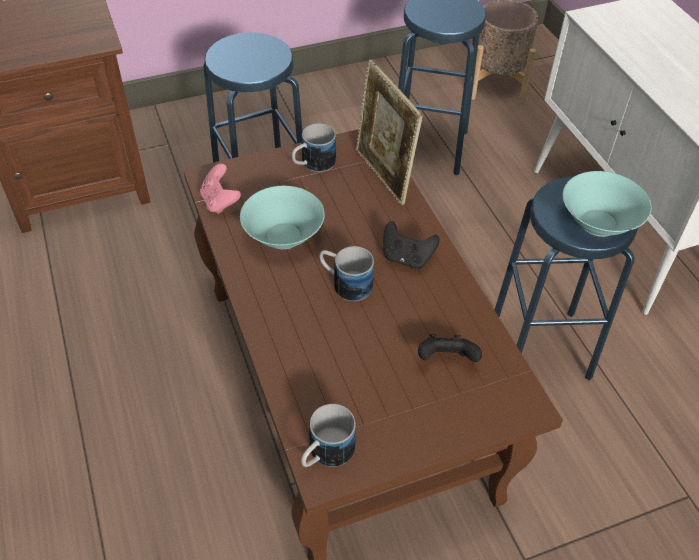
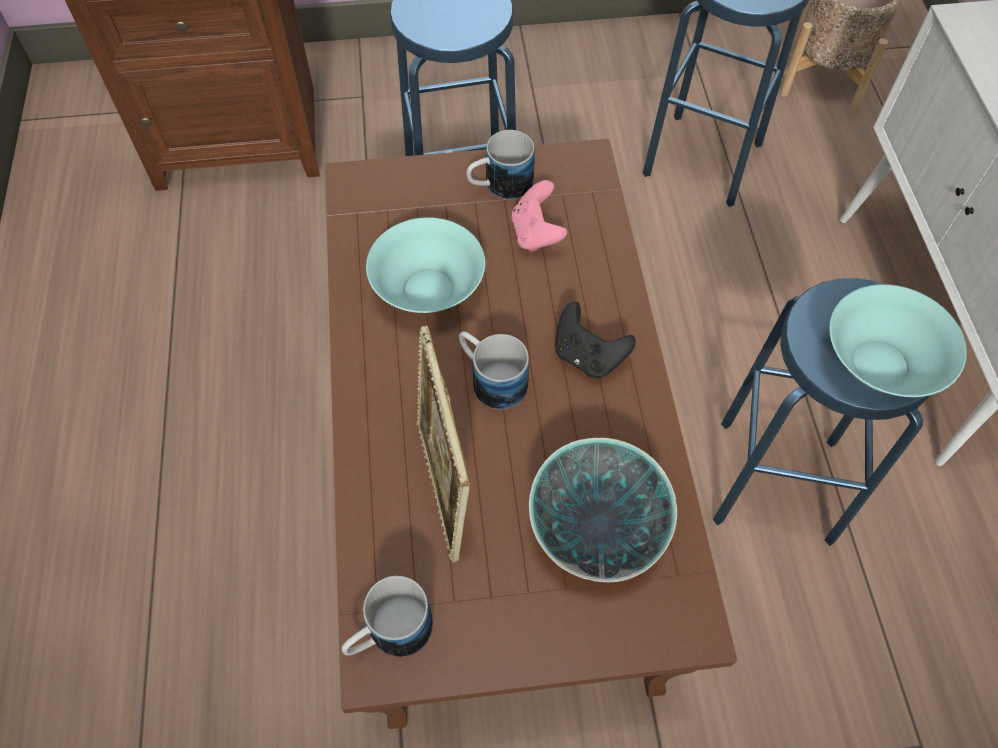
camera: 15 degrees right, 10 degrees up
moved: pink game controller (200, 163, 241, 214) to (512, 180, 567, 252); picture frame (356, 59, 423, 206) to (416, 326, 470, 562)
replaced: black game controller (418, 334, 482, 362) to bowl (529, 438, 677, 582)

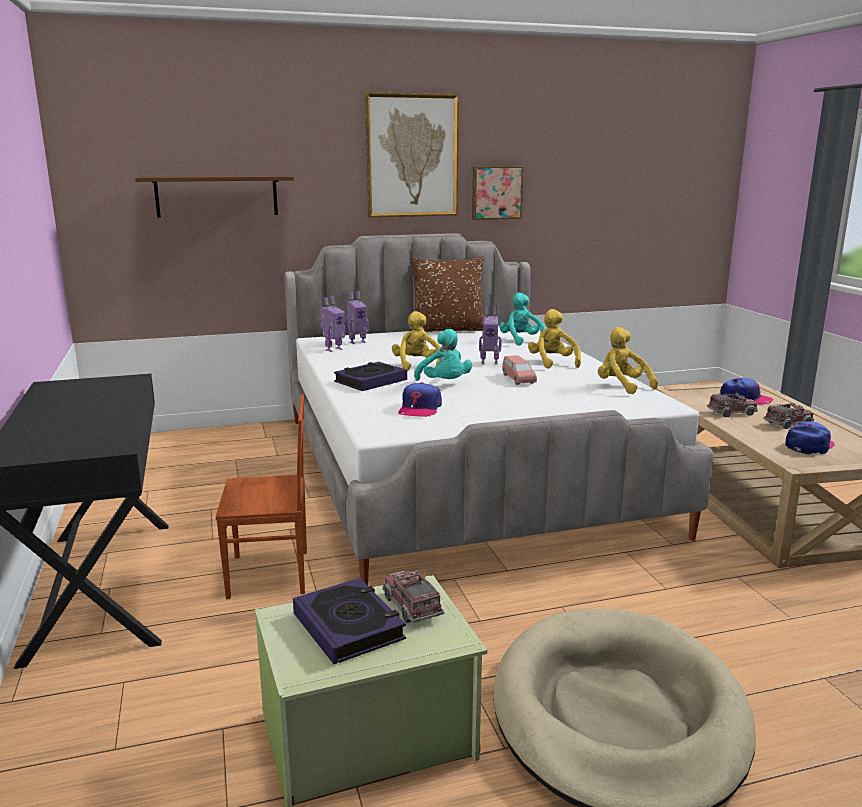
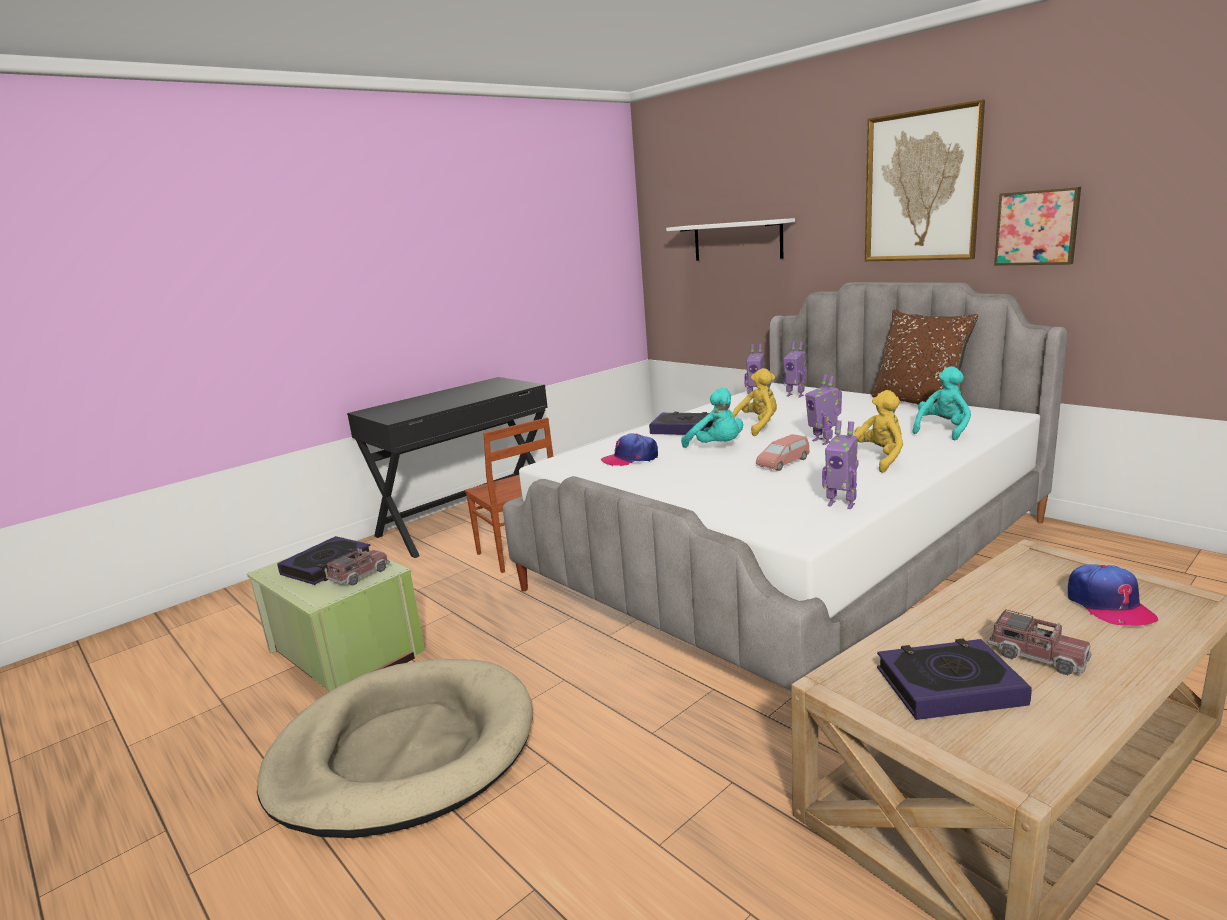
camera: 65 degrees right, 0 degrees up
removed: toy truck (707, 393, 758, 417)
replaced: yellow plush toy (598, 327, 658, 394) to toy robot (822, 420, 859, 509); cap (785, 421, 835, 454) to book (877, 638, 1032, 720)
recoloured: brown shelf (135, 176, 294, 217) to white shelf (666, 218, 795, 261)
turned: turquoise plush toy (414, 329, 472, 381) = (681, 388, 743, 448) 75 degrees counterclockwise

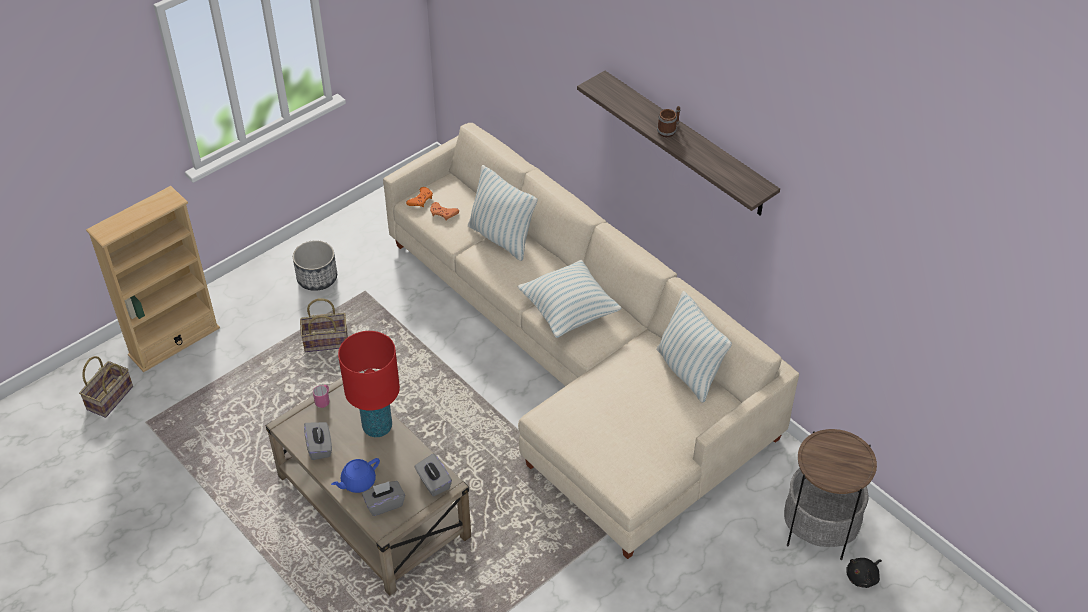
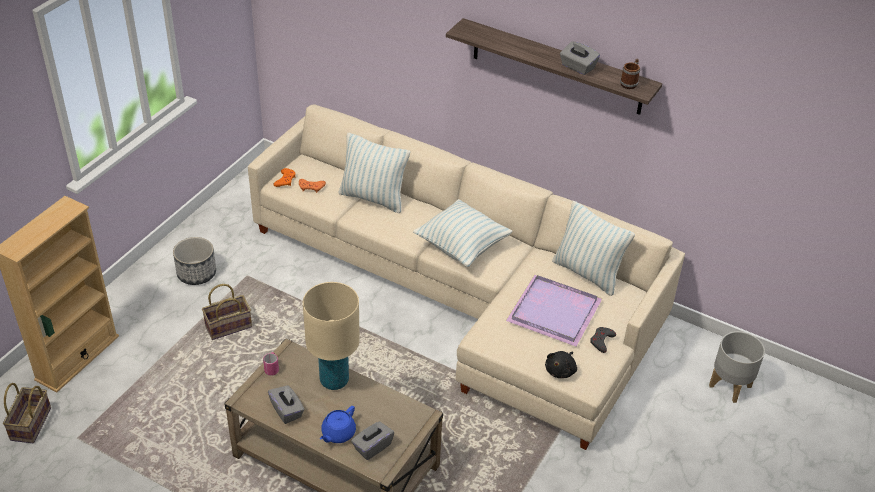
camera: 20 degrees left, 5 degrees down
added: purple tray (506, 275, 603, 346); grey game controller (590, 327, 616, 353)
moved: grey tissue box (414, 453, 452, 496) to (560, 41, 600, 75); mug (657, 106, 680, 137) to (620, 59, 640, 89); black plush toy (846, 558, 882, 588) to (545, 351, 577, 378)
replaced: side table (784, 429, 877, 560) to grey planter (709, 331, 765, 403)
recoloured: red table lamp (338, 331, 400, 437) to beige table lamp (303, 282, 360, 390)

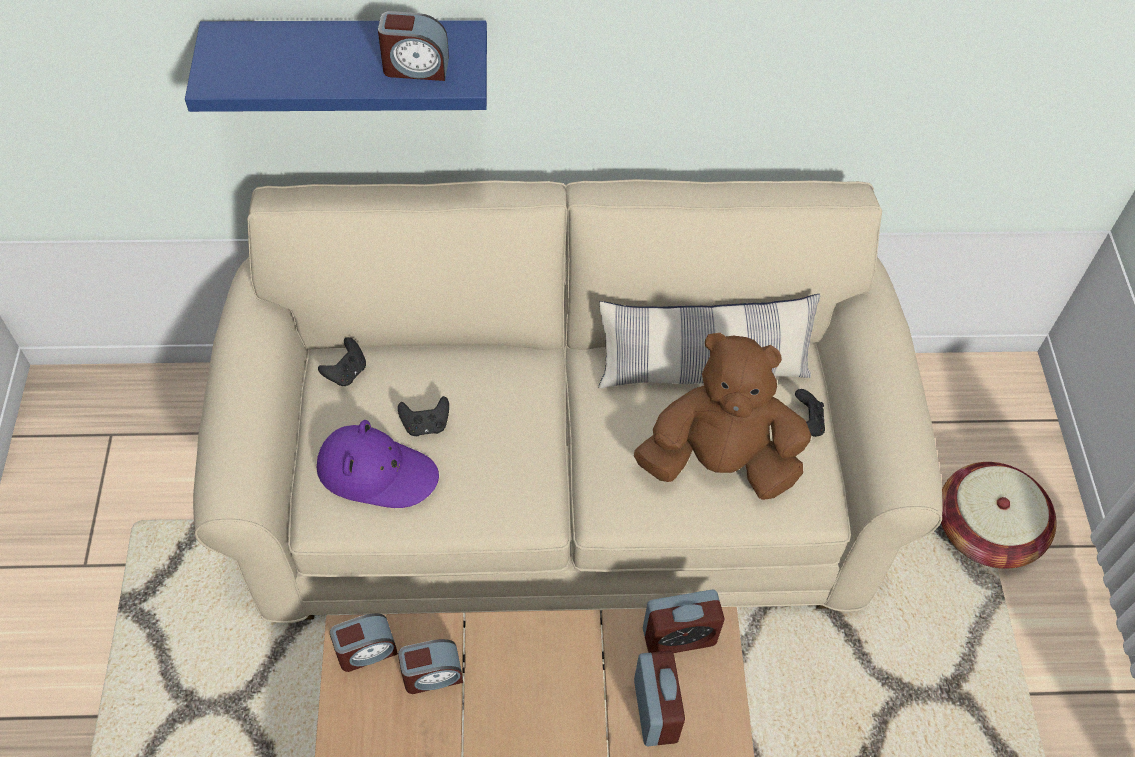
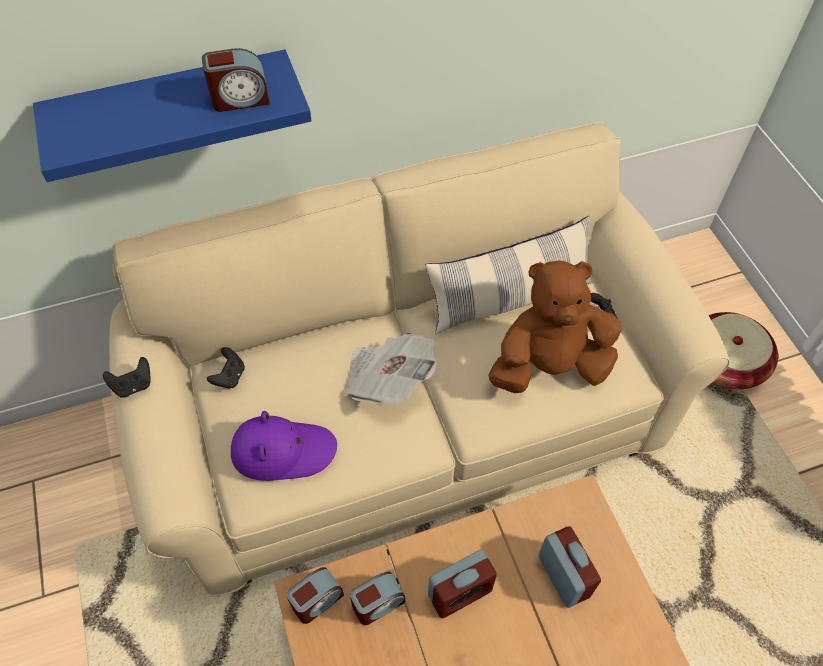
camera: 15 degrees left, 0 degrees up
added: newspaper (344, 333, 437, 407)
moved: black game controller (398, 396, 449, 436) to (103, 357, 151, 398); alarm clock (643, 590, 725, 653) to (428, 550, 497, 618)

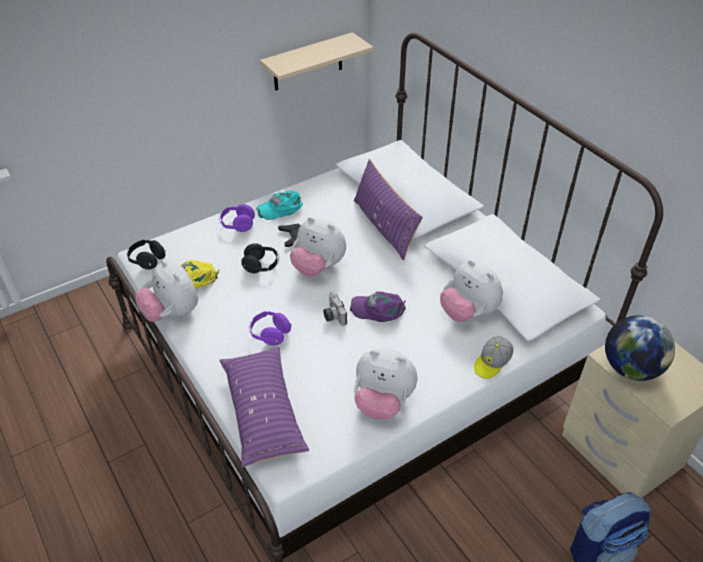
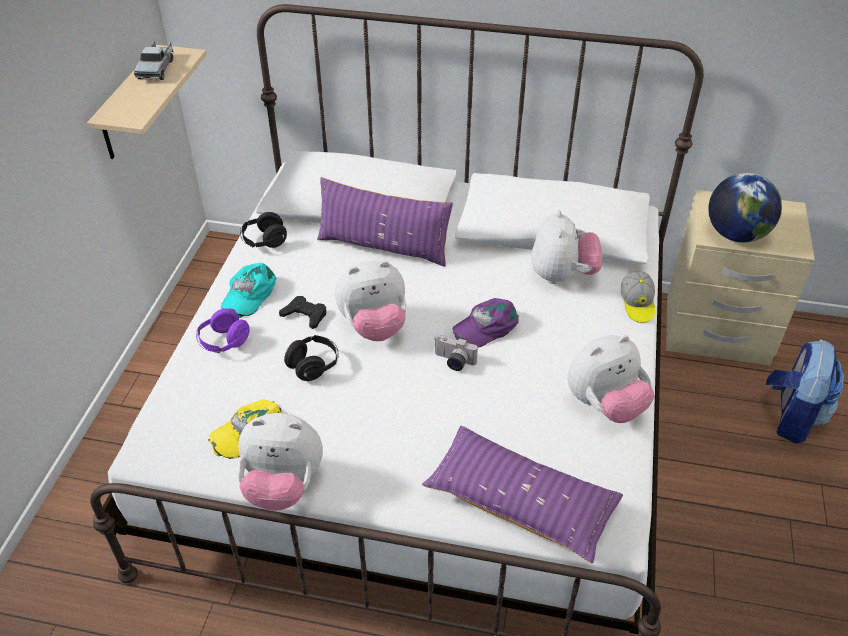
camera: 45 degrees left, 0 degrees up
removed: purple headphones (249, 311, 292, 346)
added: toy truck (134, 41, 174, 80)
moved: black headphones (127, 240, 166, 269) to (240, 212, 287, 248)
turned: plush toy (440, 260, 503, 322) = (531, 210, 602, 284) 90 degrees counterclockwise

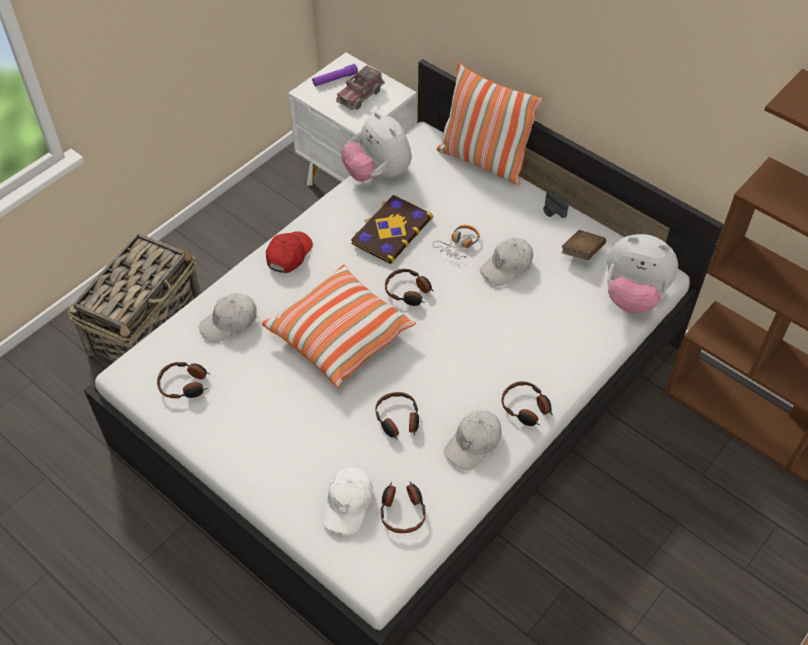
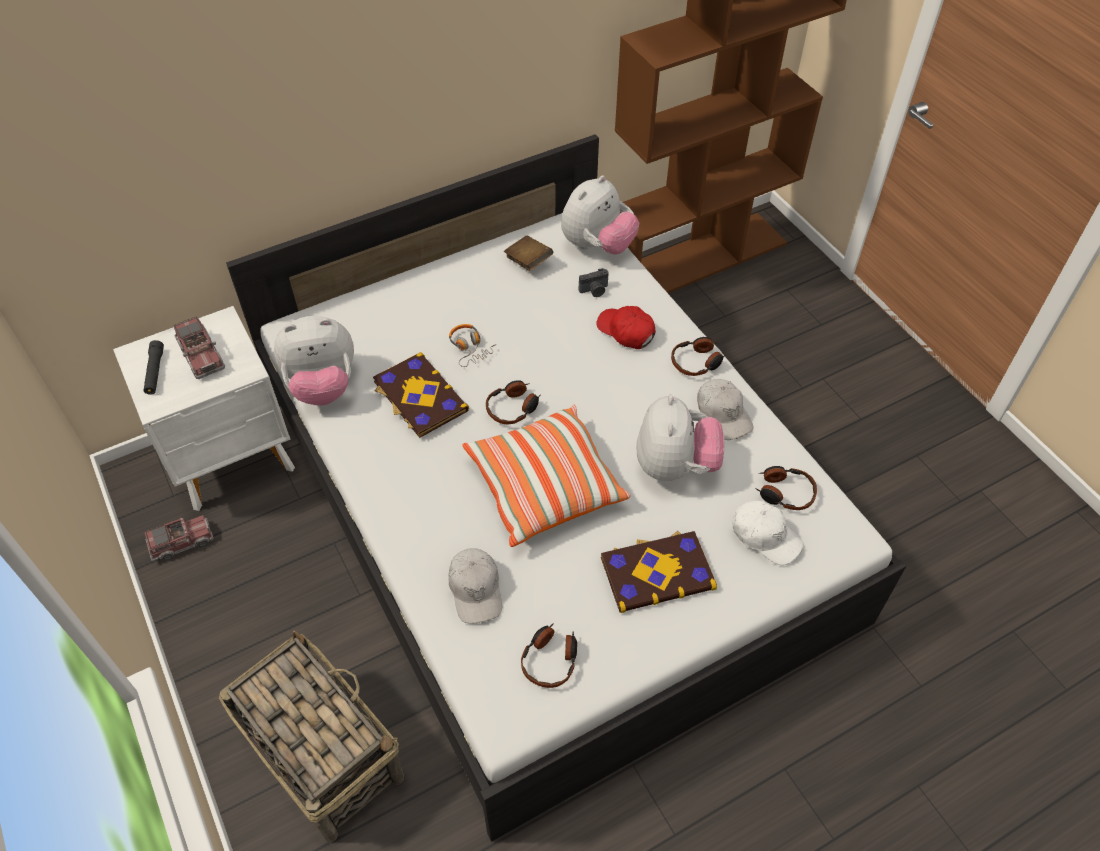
camera: 70 degrees left, 0 degrees up
removed: pillow (437, 63, 543, 185); white cap (480, 237, 533, 286)
added: toy truck (145, 515, 214, 561); book (601, 531, 717, 613)
moved: red cap (266, 231, 313, 273) to (596, 306, 656, 349); photo camera (543, 190, 569, 218) to (579, 268, 609, 297)
replaced: headphones (375, 392, 419, 439) to plush toy (636, 395, 724, 481)
recoloured: purple flashlight (312, 64, 358, 86) to black flashlight (144, 340, 164, 395)

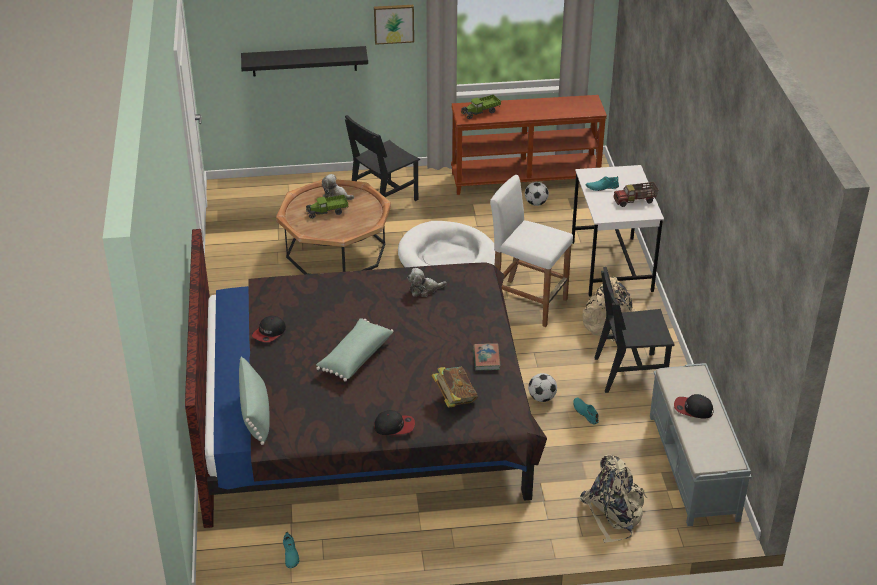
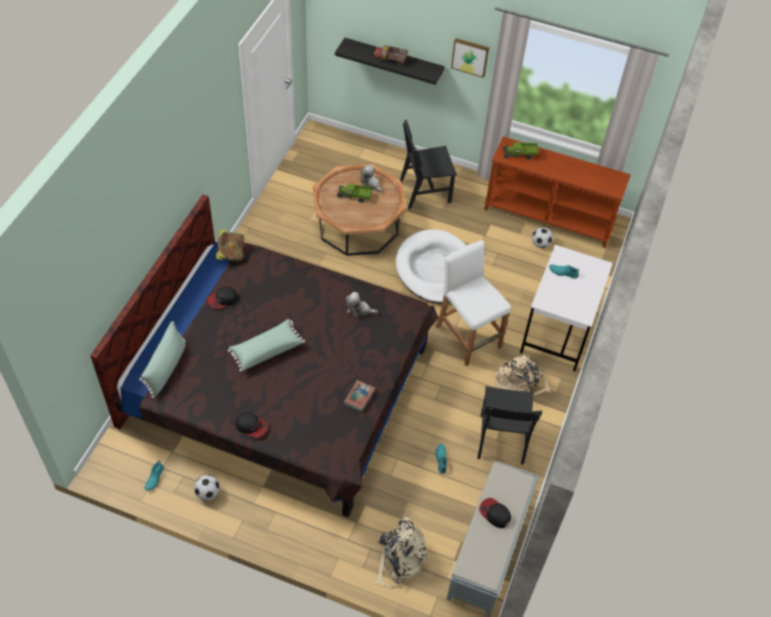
camera: 25 degrees right, 15 degrees up
moved: book (432, 367, 478, 408) to (216, 229, 244, 262); football (528, 373, 557, 402) to (194, 475, 220, 501); toy truck (613, 182, 659, 207) to (373, 45, 408, 66)
turned: black chair (595, 267, 675, 393) = (478, 386, 542, 465) 105 degrees counterclockwise

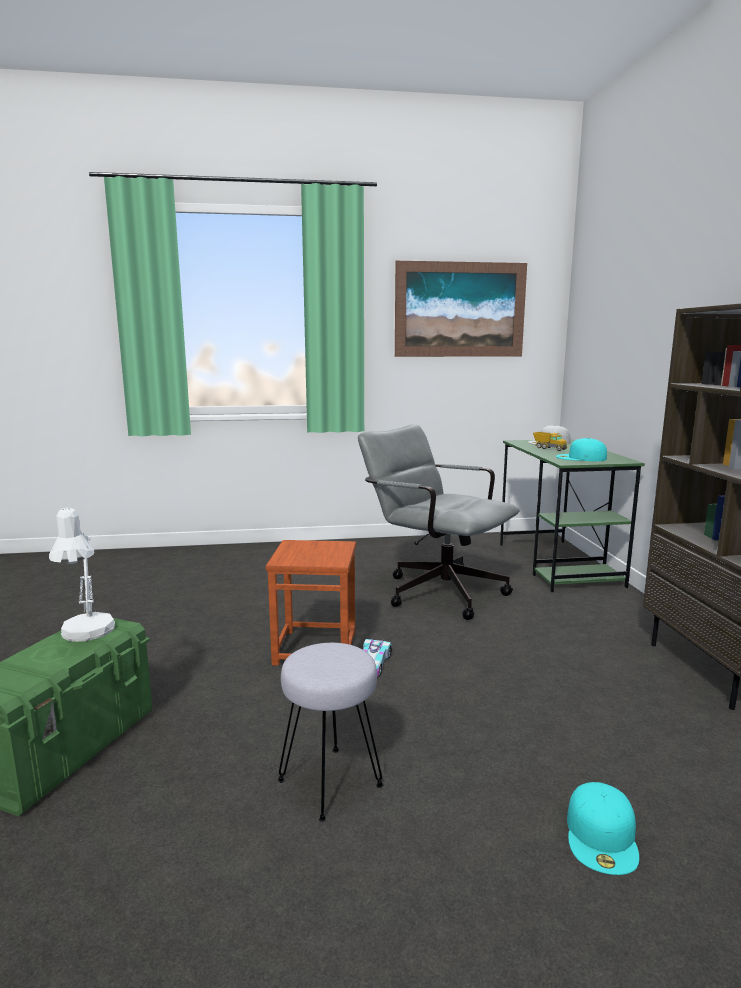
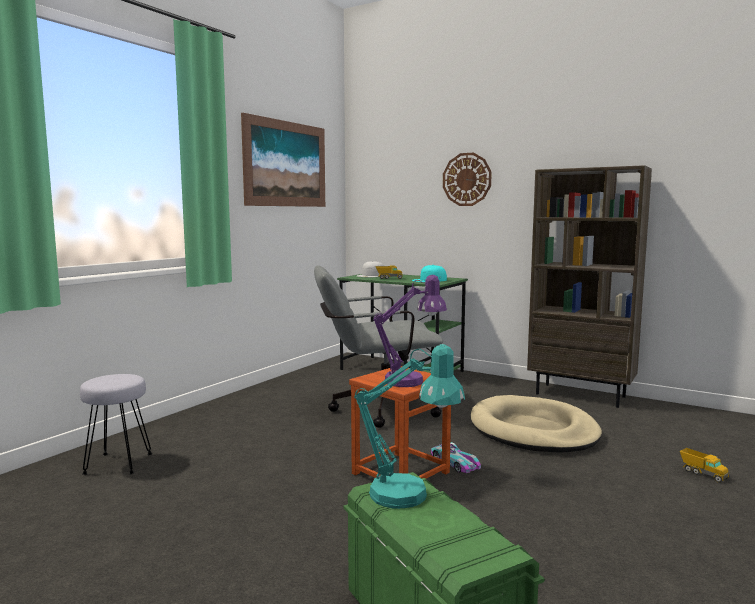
camera: 50 degrees left, 5 degrees down
added: purple table lamp (373, 275, 447, 387); wall clock (443, 153, 492, 206); beige dog bed (471, 395, 602, 452)
moved: grey stool (277, 643, 384, 822) to (80, 374, 152, 475)
replaced: turquoise cap (567, 782, 639, 875) to toy truck (680, 448, 729, 483)
recoloured: white table lamp (49, 508, 115, 642) to turquoise table lamp (354, 344, 465, 509)

